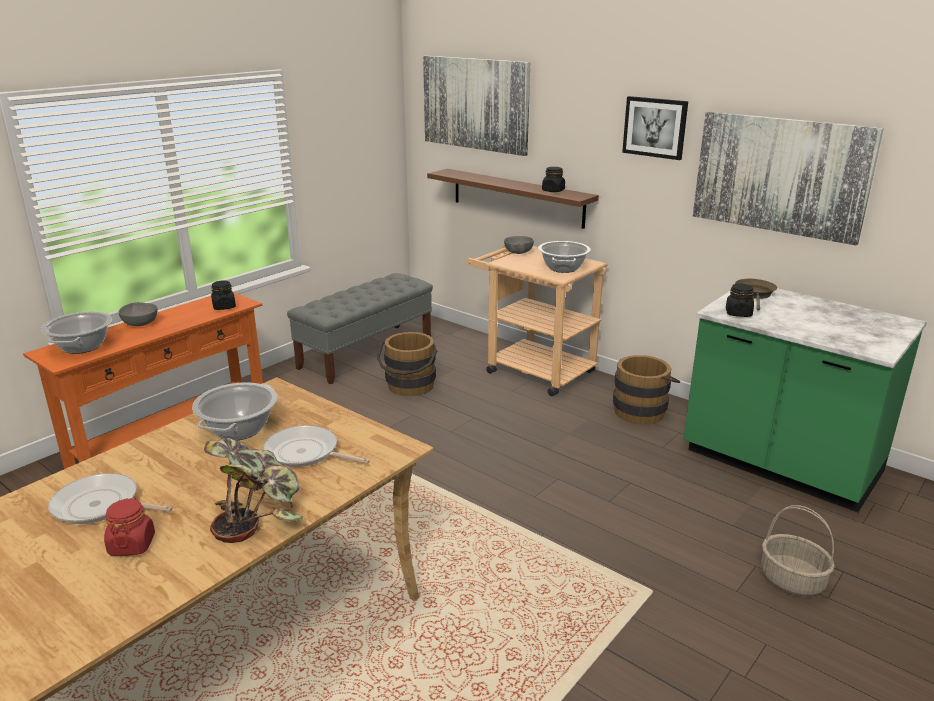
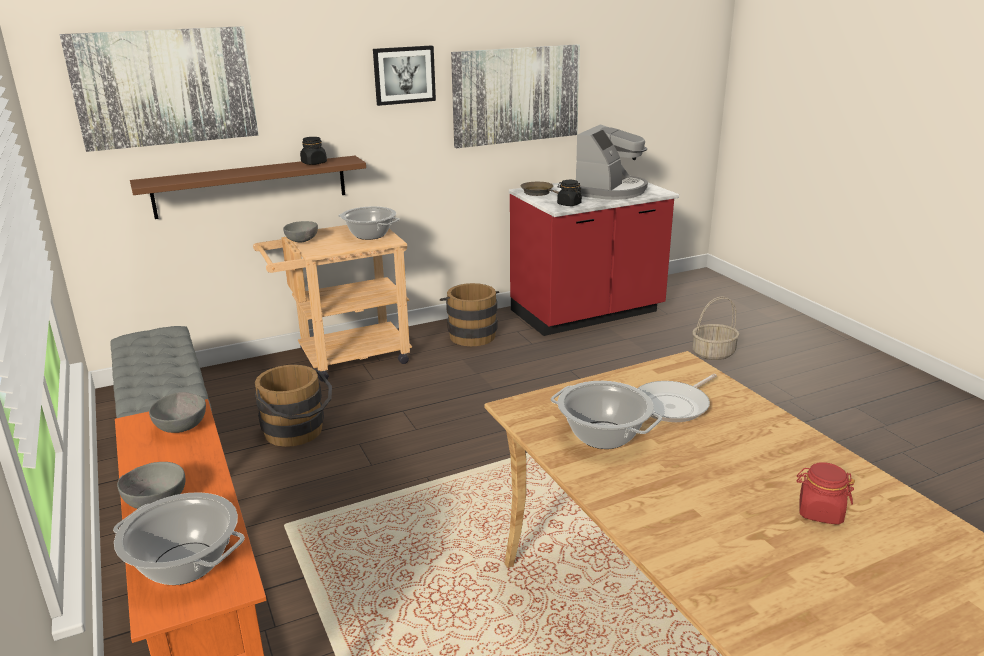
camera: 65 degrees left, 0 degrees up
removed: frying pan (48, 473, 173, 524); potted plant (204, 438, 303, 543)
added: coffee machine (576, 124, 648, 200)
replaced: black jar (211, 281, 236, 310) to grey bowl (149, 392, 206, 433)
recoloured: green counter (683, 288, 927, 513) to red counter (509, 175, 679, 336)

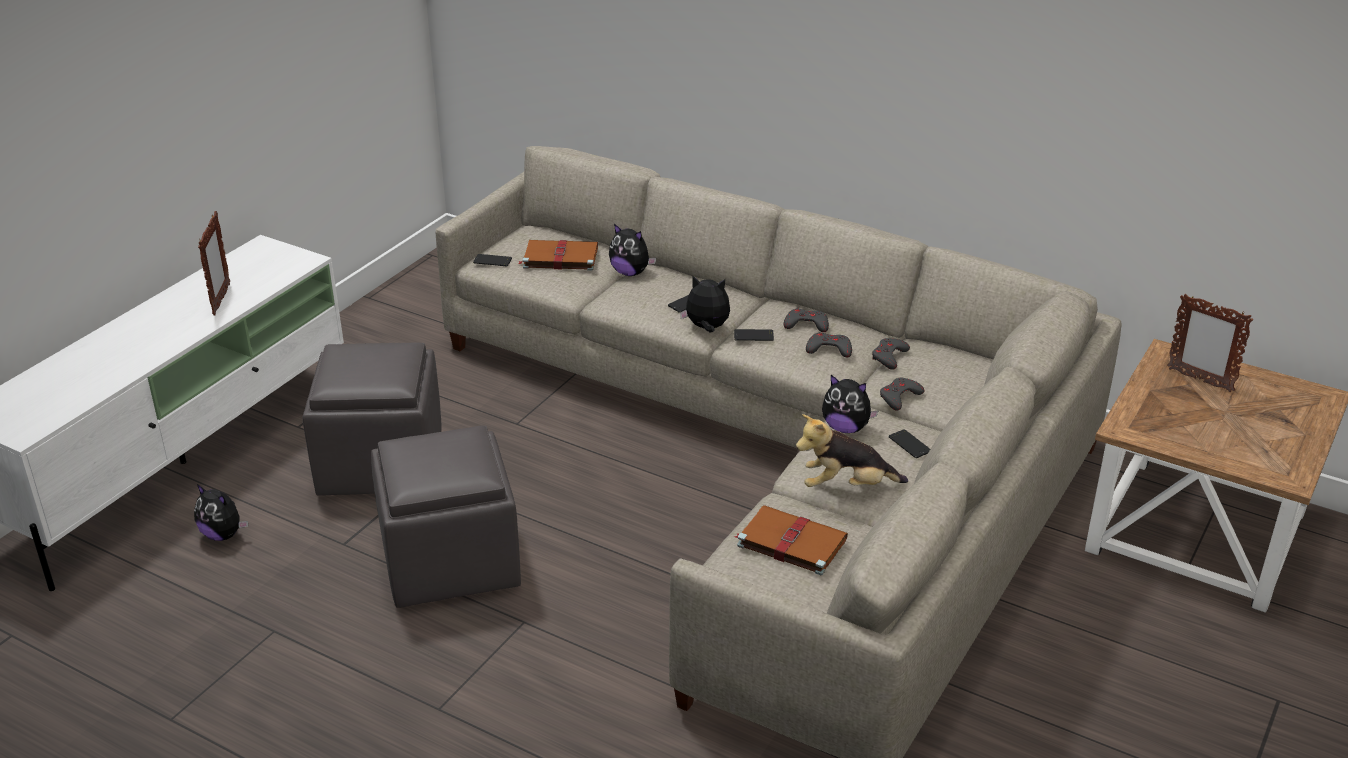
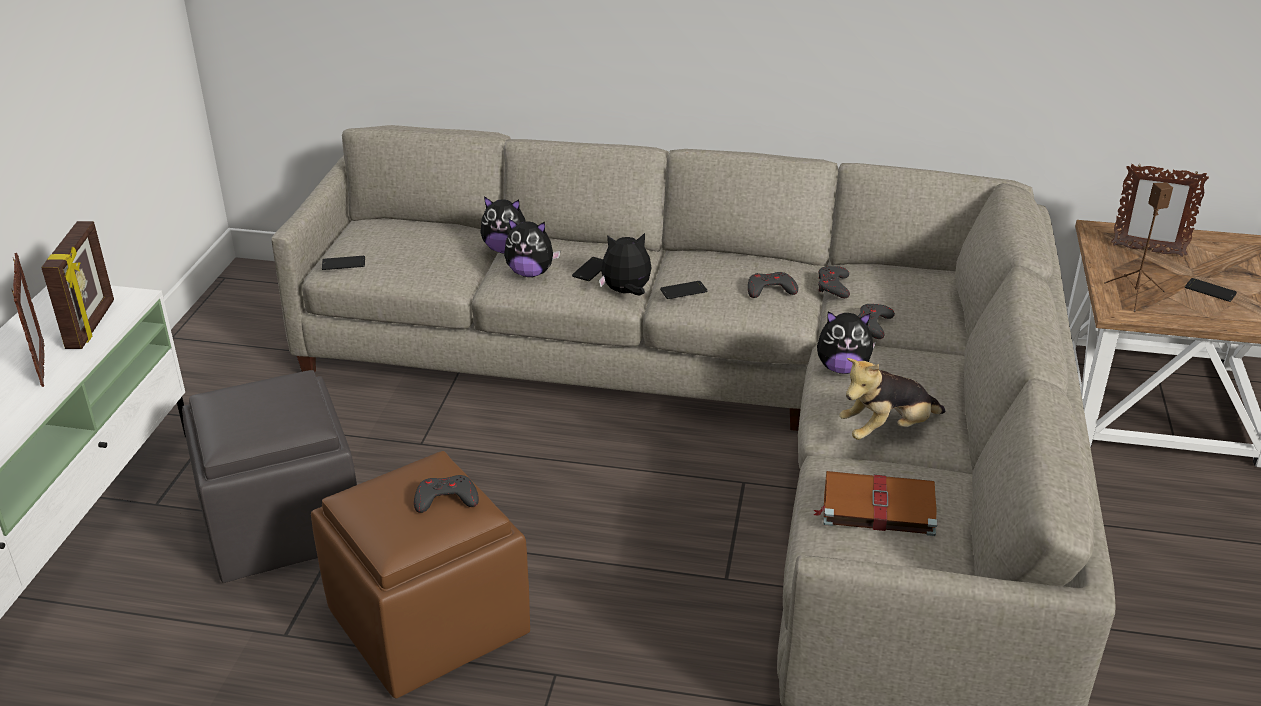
camera: 20 degrees left, 0 degrees up
removed: brown book (518, 240, 598, 271)
added: picture frame (41, 221, 114, 349); brown speaker (1104, 182, 1173, 312)
moved: plush toy (194, 484, 248, 541) to (504, 219, 560, 277); grey game controller (784, 308, 829, 332) to (414, 475, 479, 513); phone (888, 429, 930, 458) to (1185, 278, 1237, 302)
recoloured: grey ottoman (371, 426, 521, 608) to brown ottoman (311, 451, 530, 698)

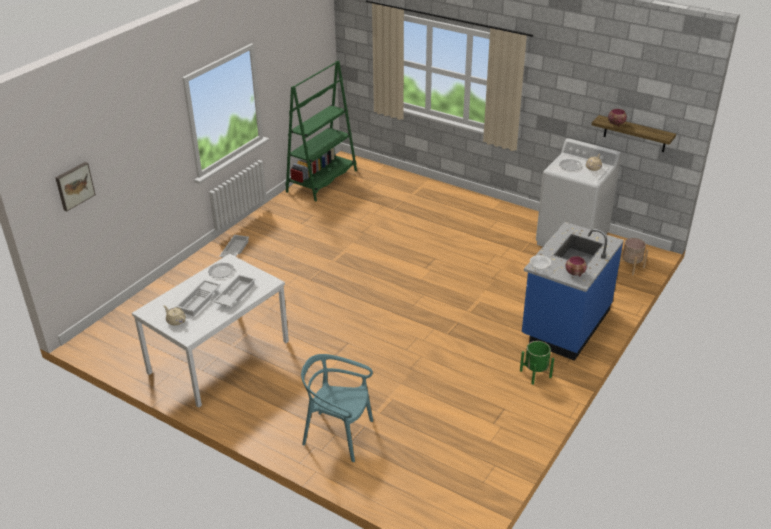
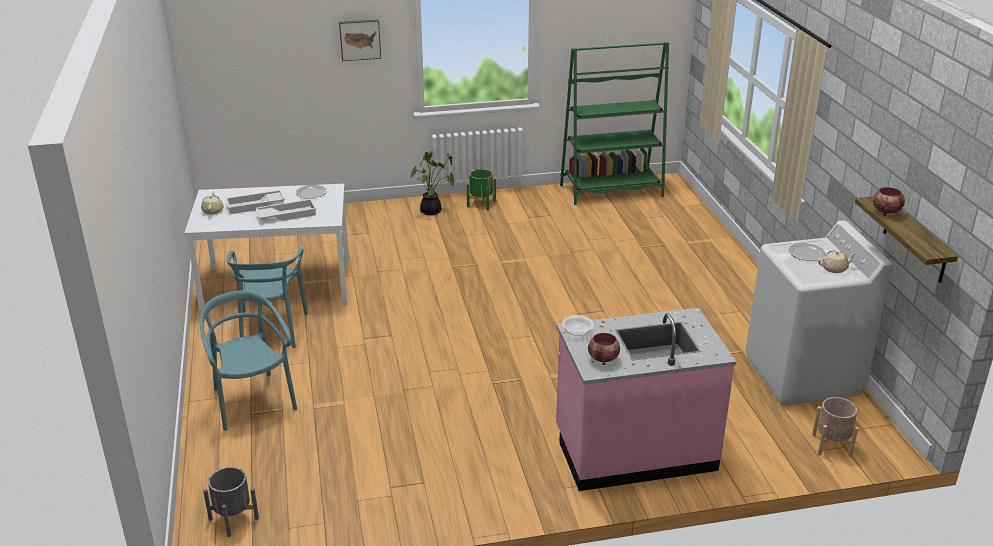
camera: 45 degrees right, 5 degrees down
added: grey planter (203, 467, 259, 537); turquoise chair (226, 248, 308, 348)
moved: picture (56, 162, 96, 211) to (339, 19, 381, 61); green planter (520, 341, 554, 385) to (467, 169, 496, 210)
replaced: white tray (219, 235, 249, 258) to potted plant (410, 151, 454, 215)
recoloured: blue counter (522, 222, 624, 361) to pink counter (556, 308, 736, 491)

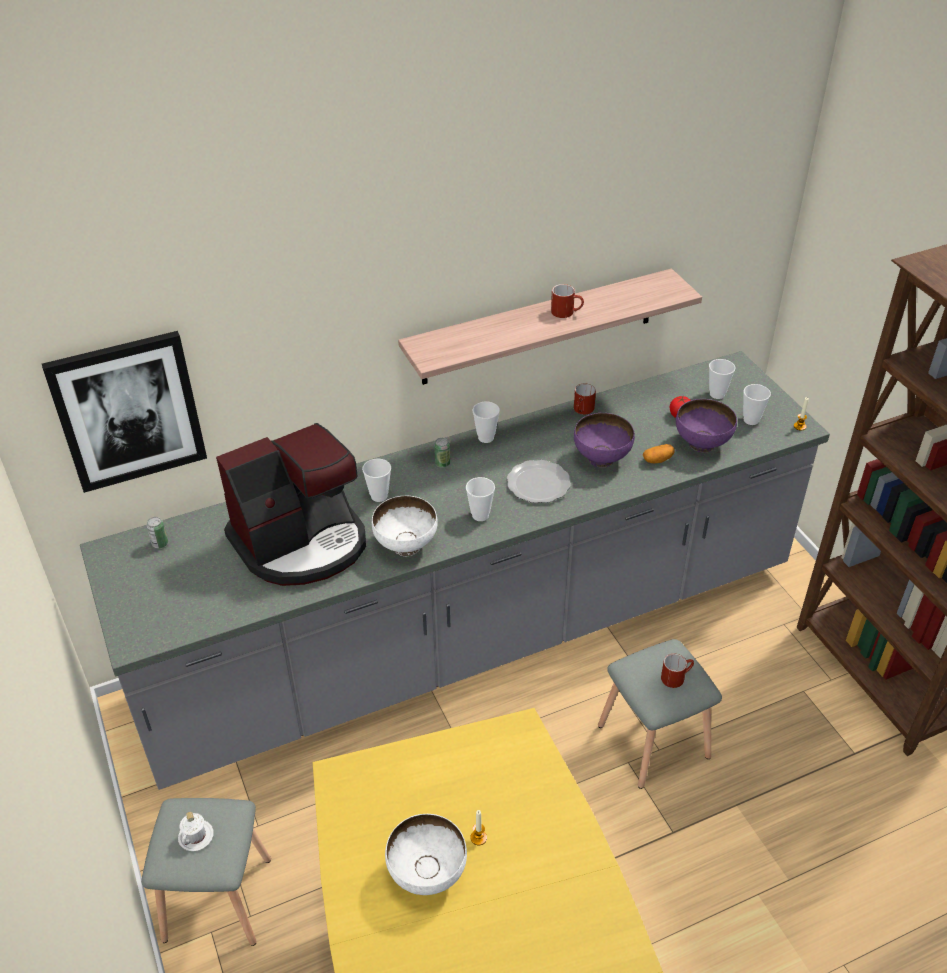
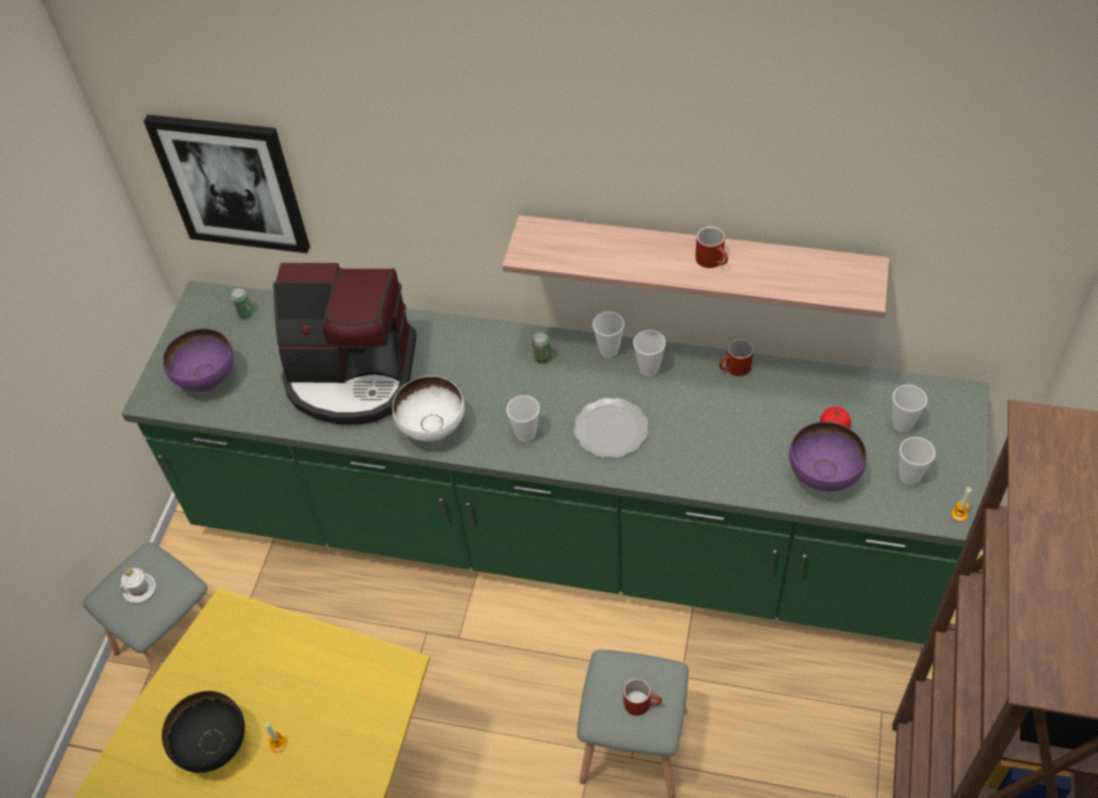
camera: 40 degrees right, 10 degrees up
removed: potato (643, 444, 675, 463)
moved: cup (362, 459, 391, 502) to (633, 330, 666, 376); purple bowl (574, 413, 635, 468) to (163, 328, 234, 391)
recoloured: grey counter (80, 351, 830, 790) to green counter (122, 281, 989, 644); white bowl (385, 814, 467, 895) to black bowl (162, 691, 245, 773)

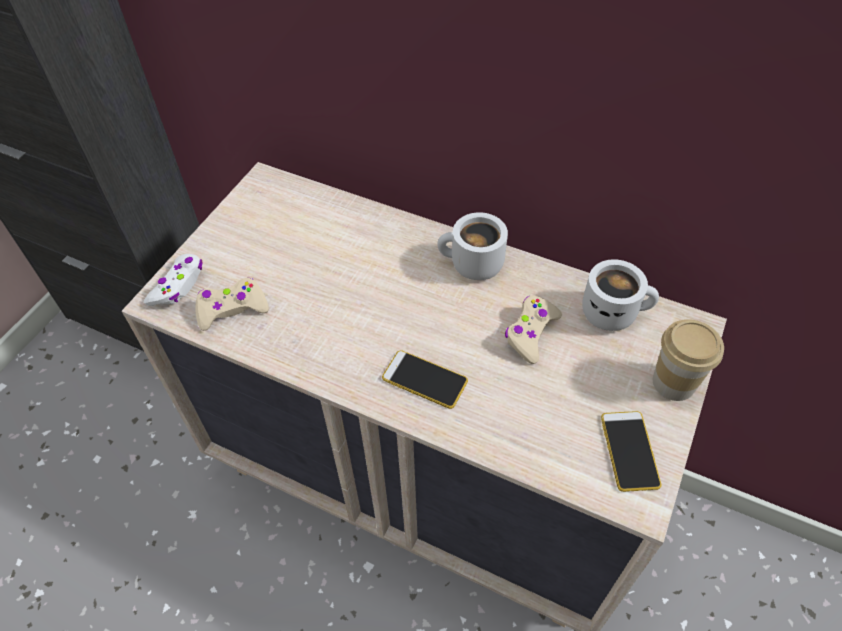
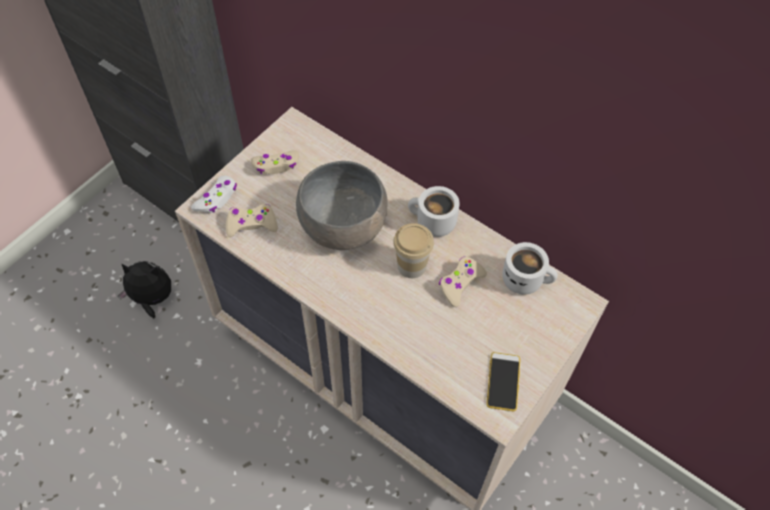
camera: 10 degrees right, 5 degrees up
removed: phone (382, 350, 468, 409)
added: plush toy (118, 261, 171, 318); beige game controller (251, 150, 299, 174); grey bowl (296, 161, 388, 250)
moved: cup (653, 319, 724, 401) to (393, 223, 434, 278)

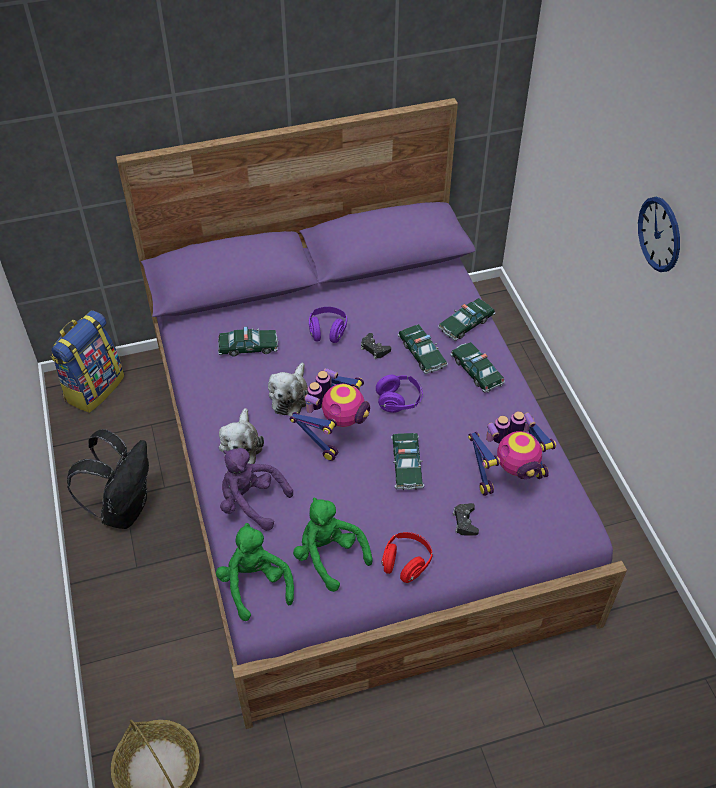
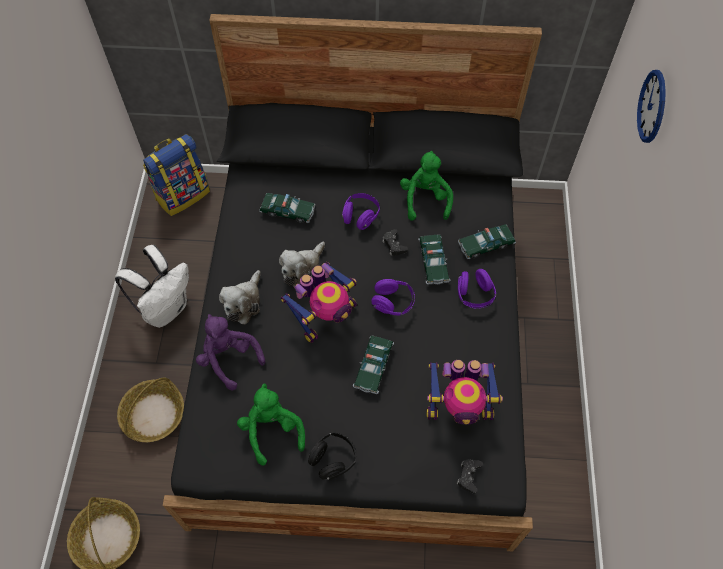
camera: 20 degrees right, 10 degrees up
added: basket (117, 378, 184, 442)
moved: green plush toy (216, 523, 294, 621) to (400, 151, 453, 221); black game controller (453, 503, 479, 536) to (457, 459, 483, 494); wall clock (638, 197, 680, 272) to (637, 70, 666, 143)
replaced: toy car (450, 342, 505, 393) to purple headphones (458, 269, 496, 309)
recoloured: black backpack (67, 429, 149, 529) to white backpack (115, 245, 189, 328); purple bed (116, 98, 627, 729) to black bed (163, 14, 542, 552); red headphones (382, 532, 433, 583) to black headphones (308, 433, 356, 480)

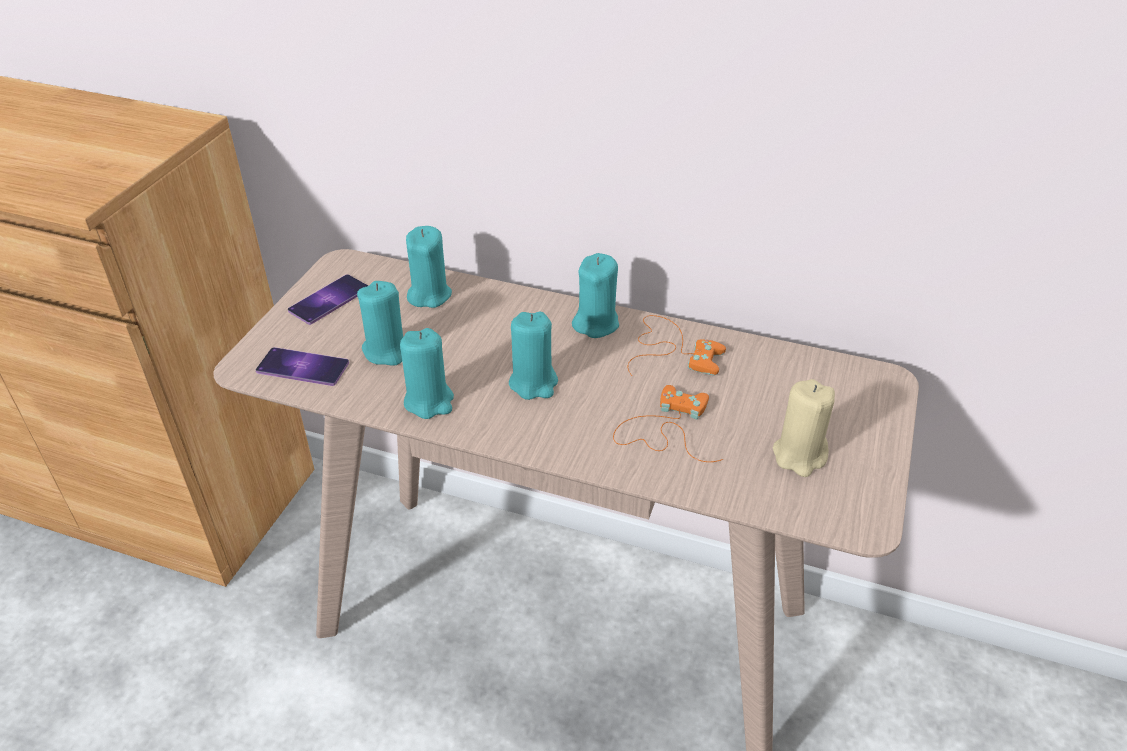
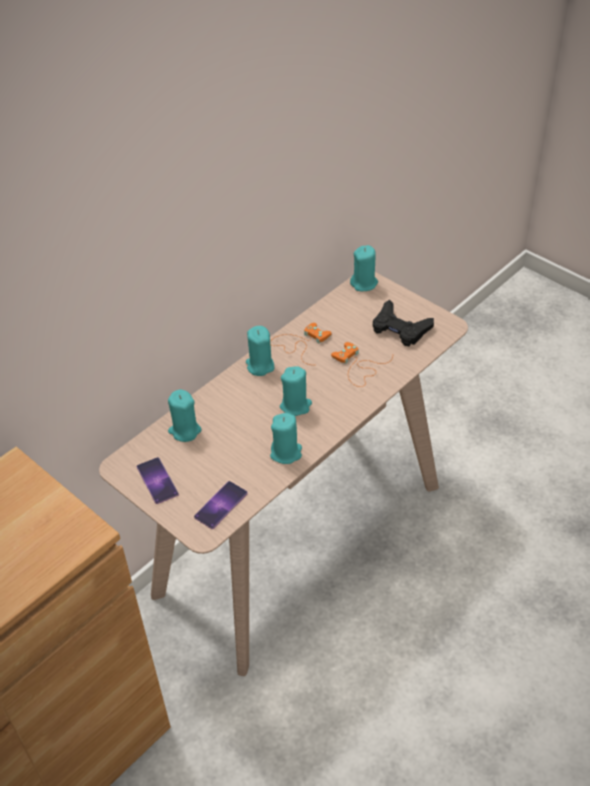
camera: 65 degrees left, 5 degrees up
moved: turquoise candle (357, 281, 403, 366) to (350, 245, 378, 291)
replaced: beige candle (773, 379, 835, 477) to black game controller (373, 300, 434, 346)

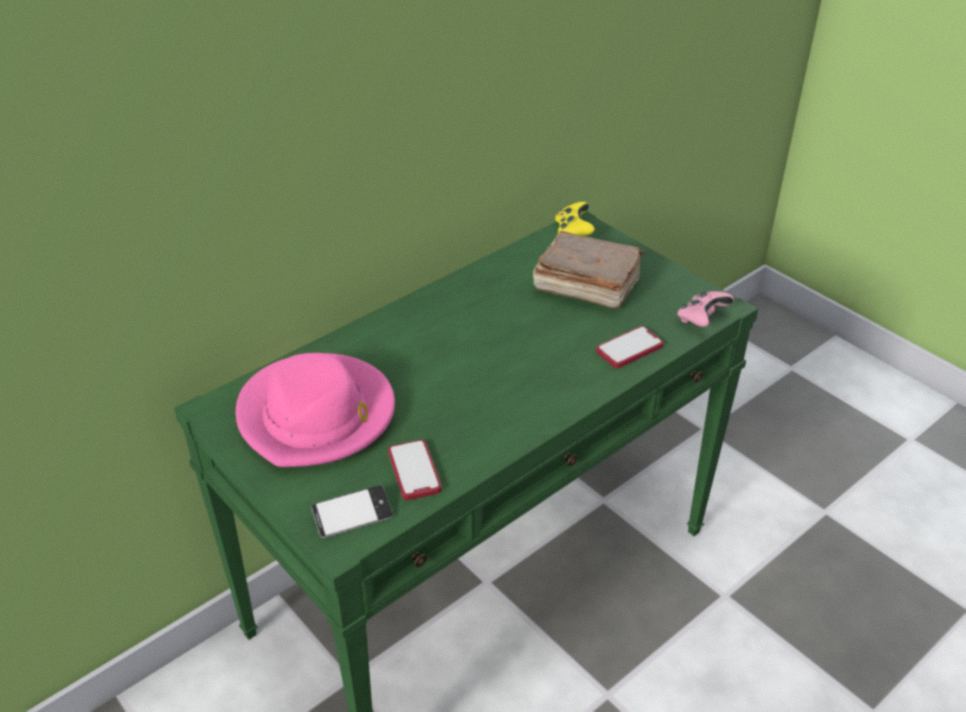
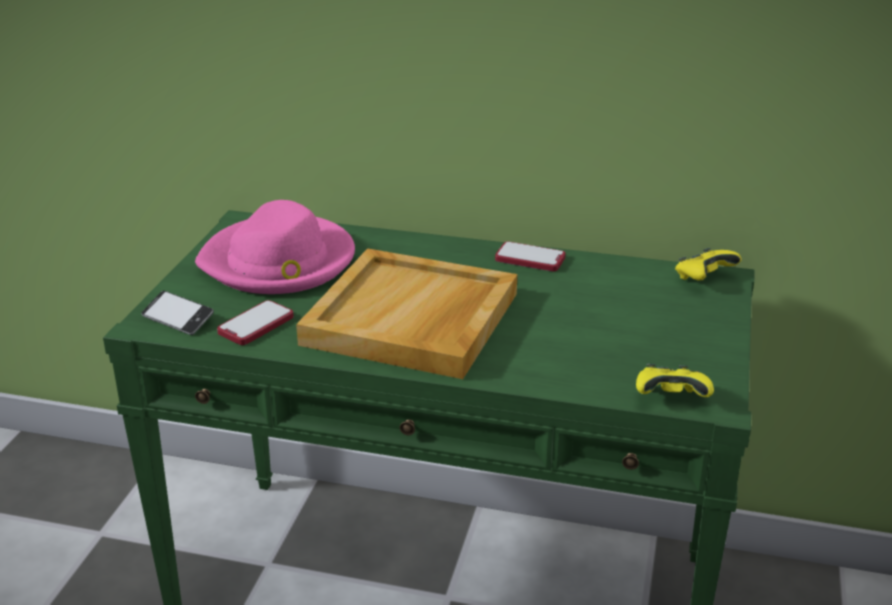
camera: 55 degrees right, 10 degrees down
removed: brown book (533, 231, 644, 309)
added: beige tray (296, 248, 517, 379)
moved: phone (596, 326, 663, 368) to (495, 242, 565, 272)
recoloured: pink game controller (677, 291, 734, 327) to yellow game controller (636, 364, 714, 397)

